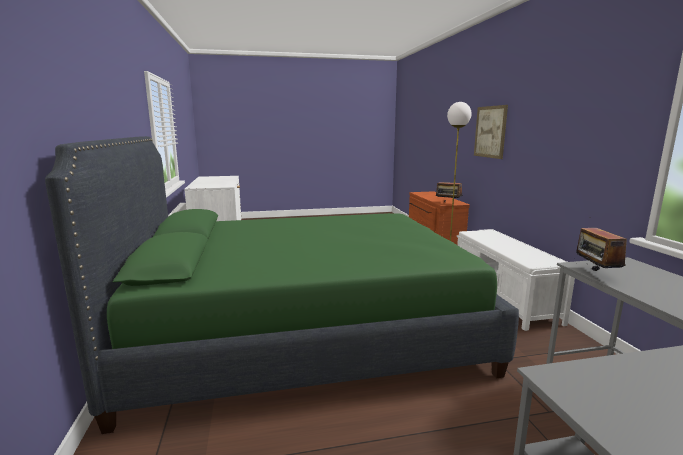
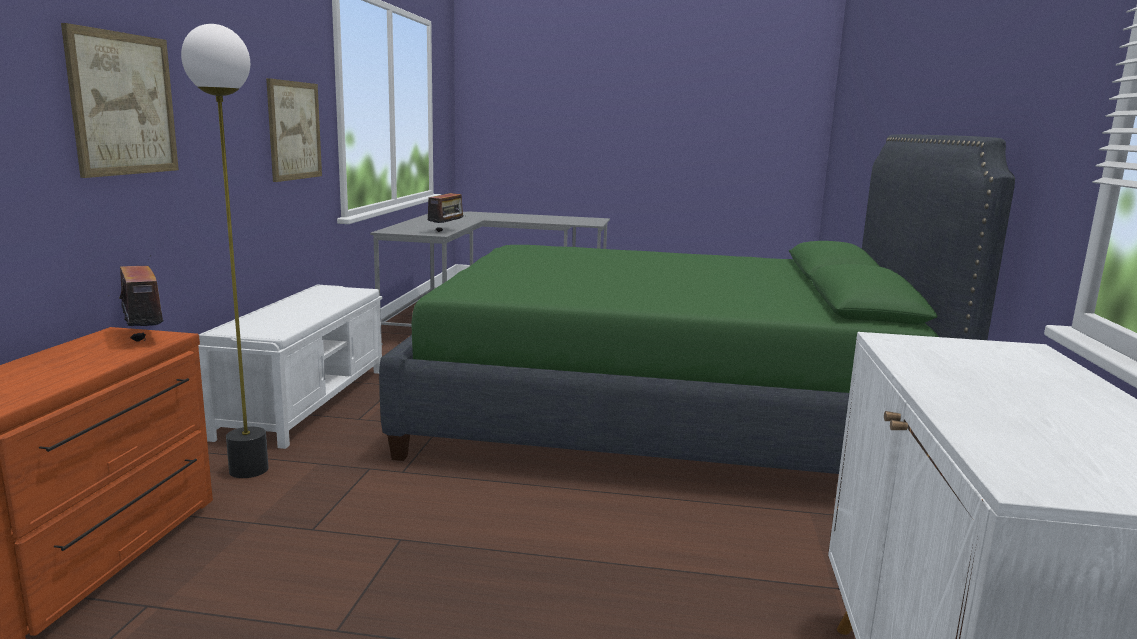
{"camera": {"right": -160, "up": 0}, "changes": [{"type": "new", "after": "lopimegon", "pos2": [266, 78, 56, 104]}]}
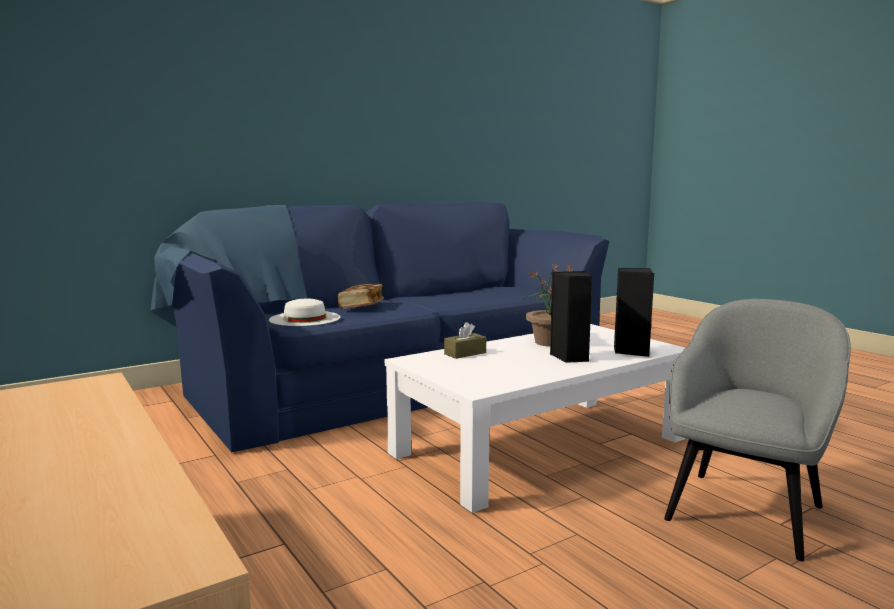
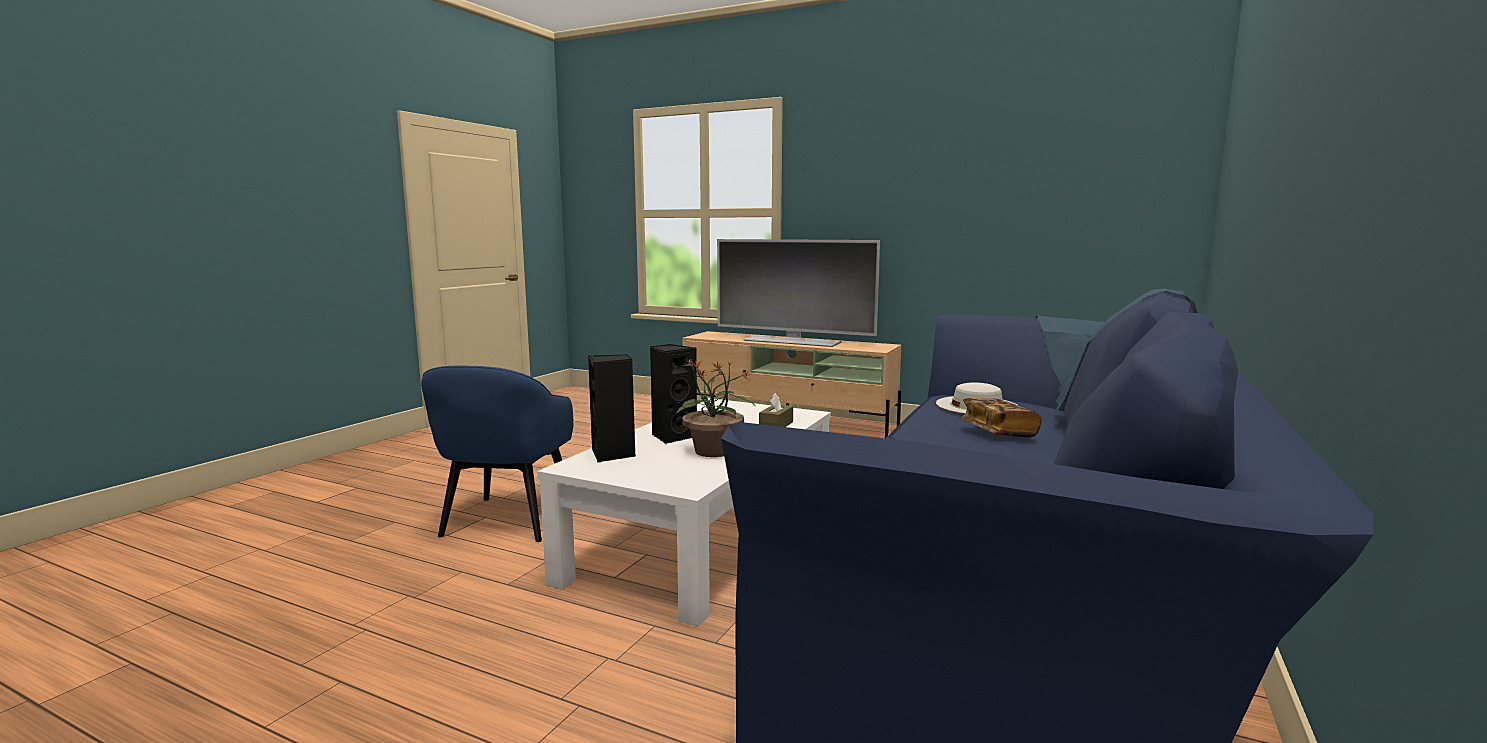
{"camera": {"right": 150, "up": 0}, "changes": [{"type": "repainted", "before": "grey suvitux", "after": "blue suvitux", "pos1": [664, 299, 187, 262], "pos2": [421, 366, 152, 176]}, {"type": "new", "after": "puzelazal", "pos2": [717, 239, 163, 108]}]}
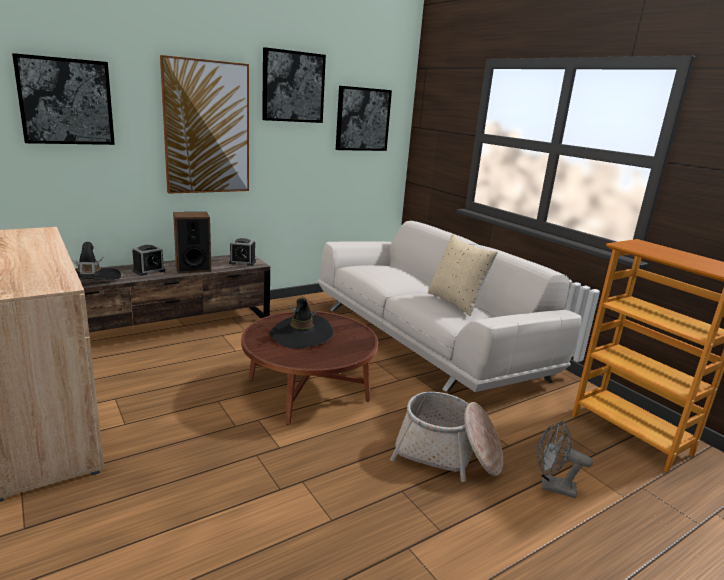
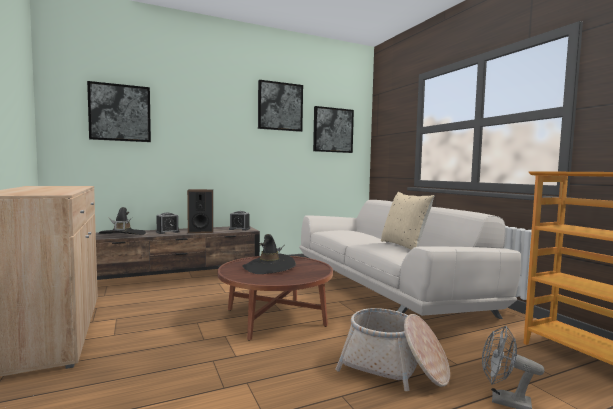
{"camera": {"right": 10, "up": -15}, "changes": [{"type": "gone", "before": "lopimegon", "pos1": [160, 55, 89, 139]}]}
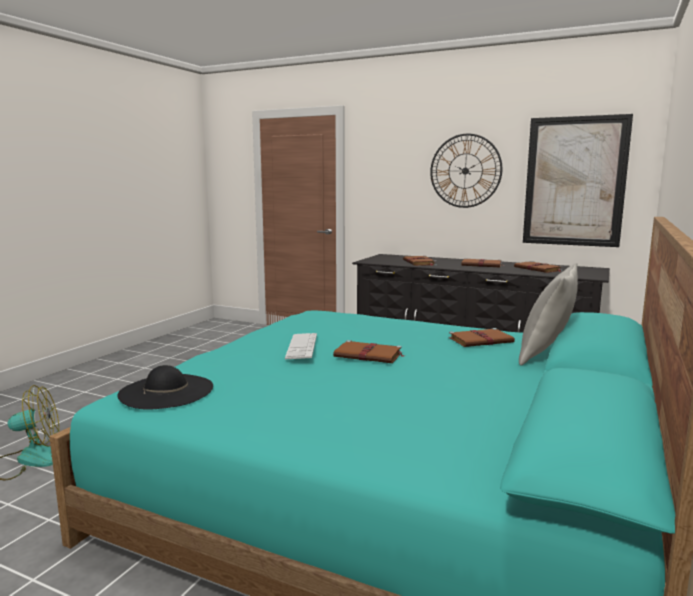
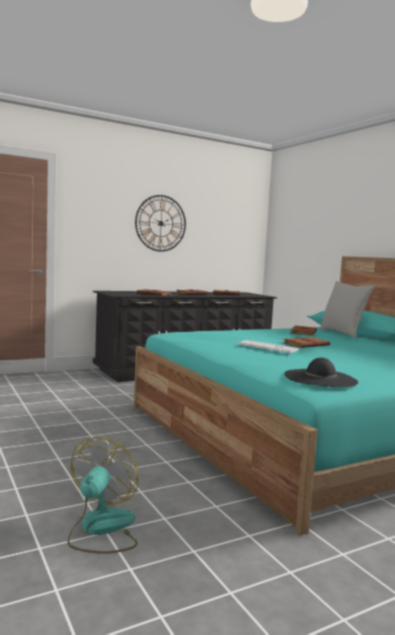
{"camera": {"right": -55, "up": -5}, "changes": [{"type": "gone", "before": "lopimegon", "pos1": [523, 114, 110, 133]}]}
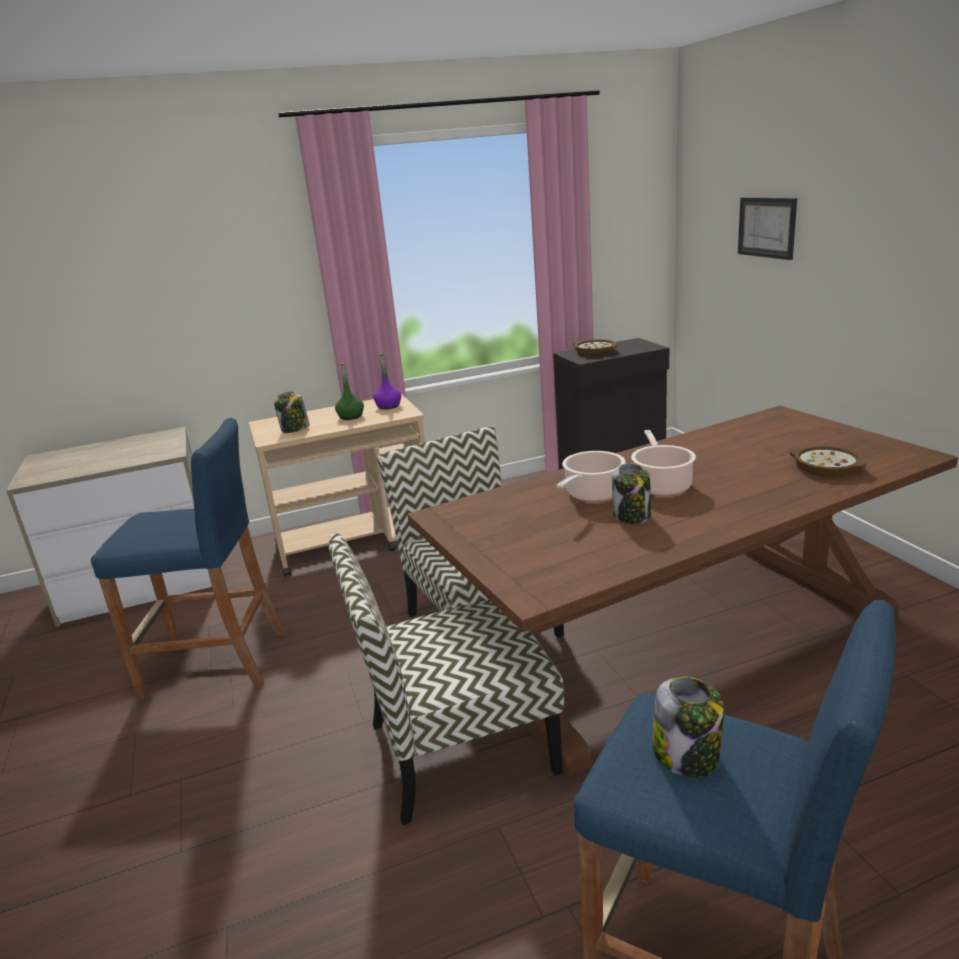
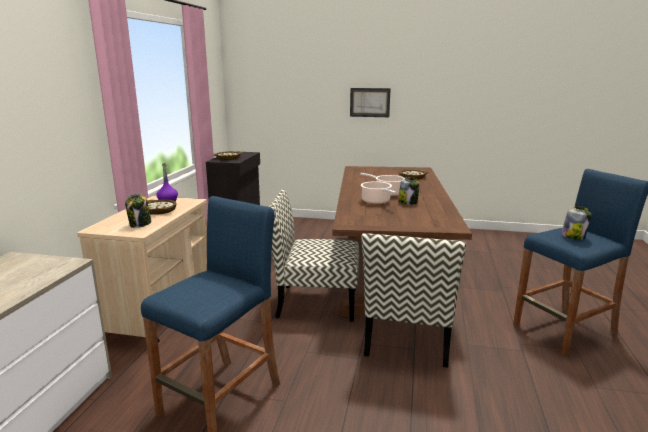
{"camera": {"right": -60, "up": -5}, "changes": [{"type": "swapped", "before": "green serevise", "after": "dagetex", "pos1": [335, 363, 29, 57], "pos2": [147, 200, 30, 15]}, {"type": "shifted", "before": "lopimegon", "pos1": [738, 197, 59, 63], "pos2": [350, 88, 41, 29]}]}
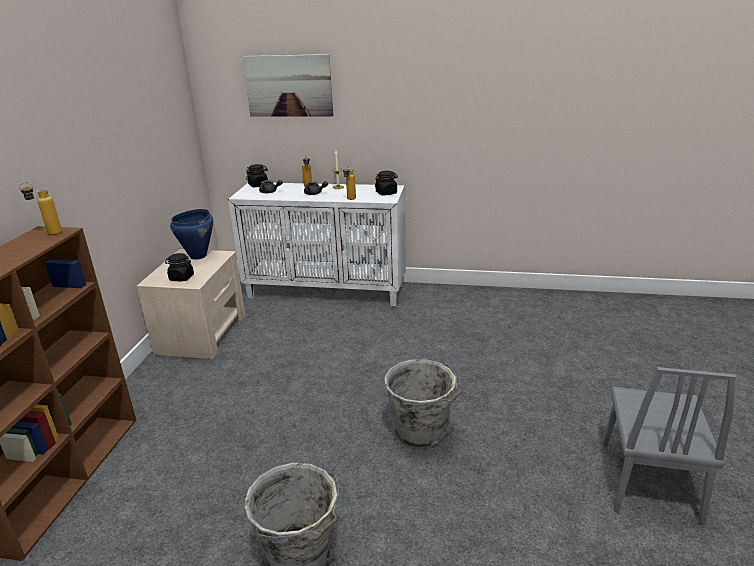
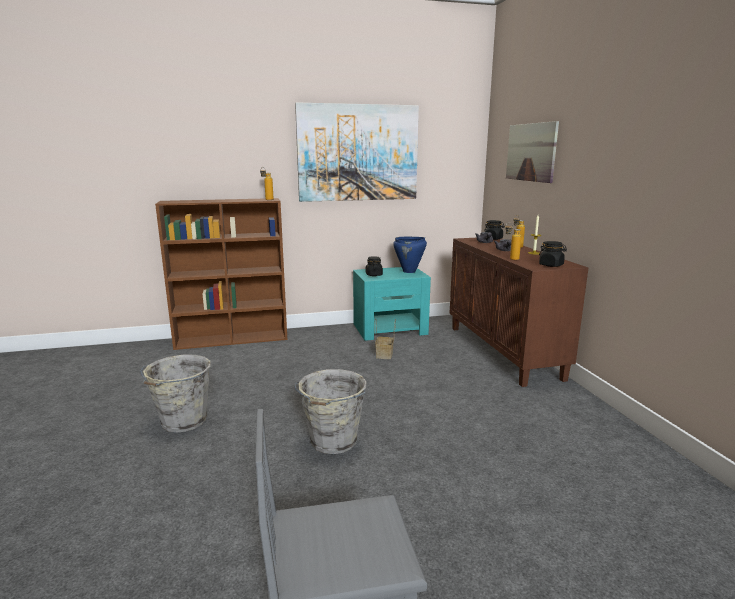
{"camera": {"right": 65, "up": -10}, "changes": [{"type": "repainted", "before": "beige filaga", "after": "turquoise filaga", "pos1": [137, 249, 108, 110], "pos2": [353, 267, 78, 74]}, {"type": "repainted", "before": "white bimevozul", "after": "brown bimevozul", "pos1": [228, 183, 178, 123], "pos2": [449, 238, 139, 149]}, {"type": "new", "after": "lopimegon", "pos2": [295, 102, 124, 100]}, {"type": "new", "after": "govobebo", "pos2": [375, 318, 21, 41]}]}
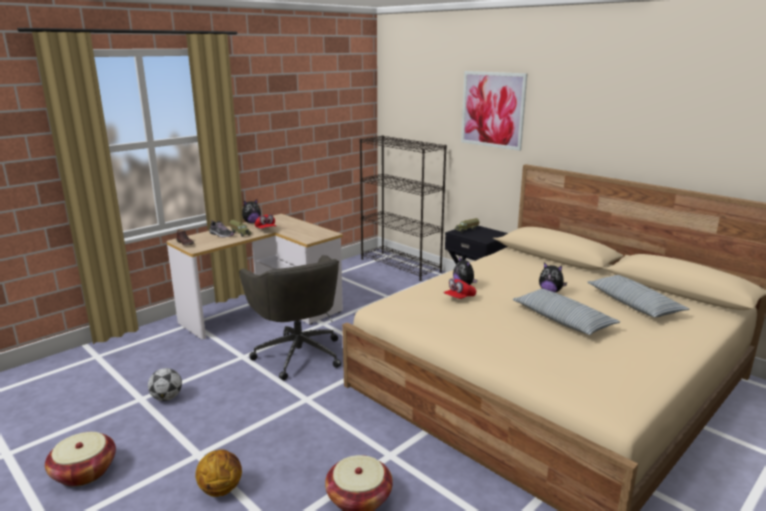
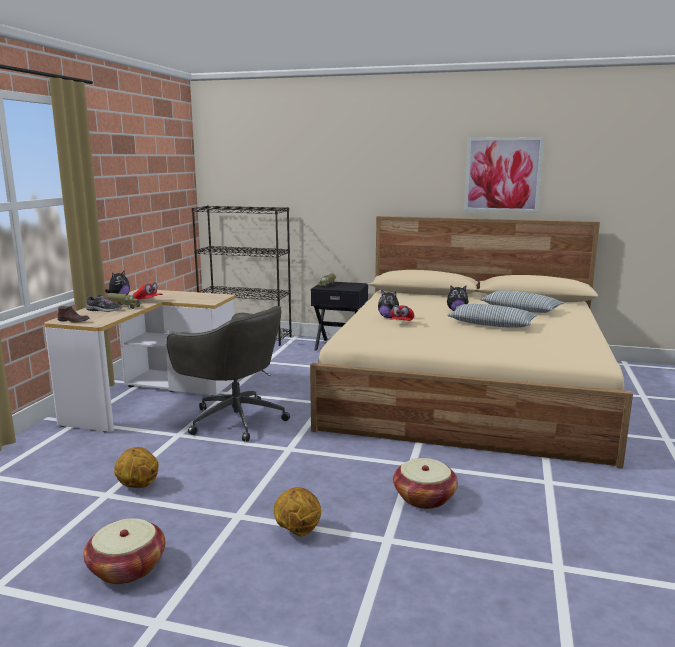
{"camera": {"right": -30, "up": -5}, "changes": [{"type": "swapped", "before": "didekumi", "after": "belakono", "pos1": [148, 368, 34, 33], "pos2": [114, 447, 45, 41]}, {"type": "shifted", "before": "lopimegon", "pos1": [461, 71, 66, 80], "pos2": [464, 137, 80, 75]}]}
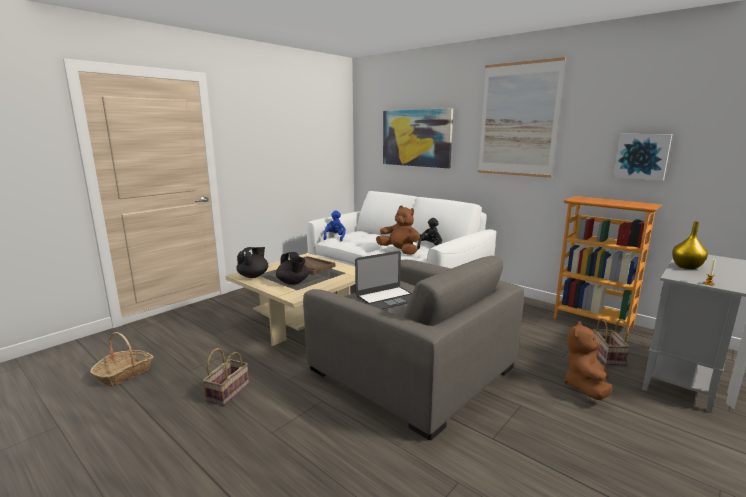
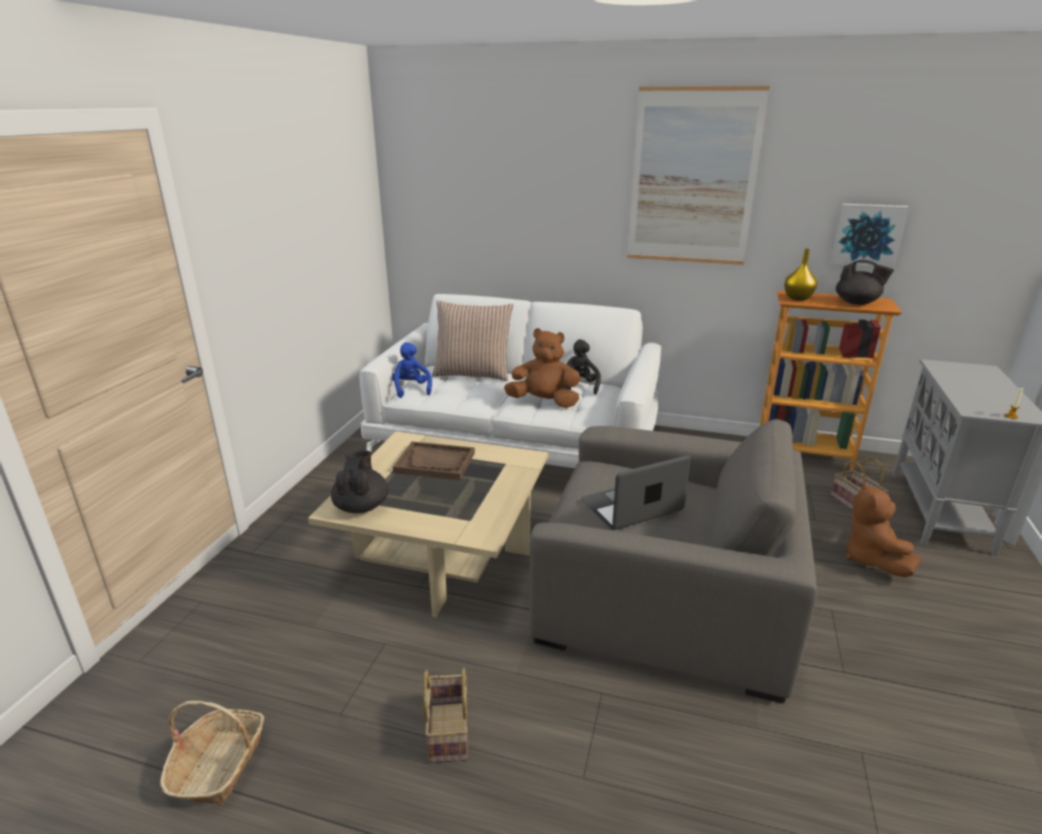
{"camera": {"right": -25, "up": 10}, "changes": [{"type": "shifted", "before": "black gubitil", "pos1": [276, 252, 33, 33], "pos2": [836, 260, 58, 45]}, {"type": "rotated", "before": "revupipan", "pos1": [355, 251, 57, 59], "pos2": [581, 455, 110, 75], "turn": -150}, {"type": "gone", "before": "lopimegon", "pos1": [383, 108, 70, 60]}, {"type": "shifted", "before": "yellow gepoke", "pos1": [672, 221, 36, 48], "pos2": [784, 249, 33, 52]}, {"type": "new", "after": "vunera", "pos2": [432, 301, 81, 80]}]}
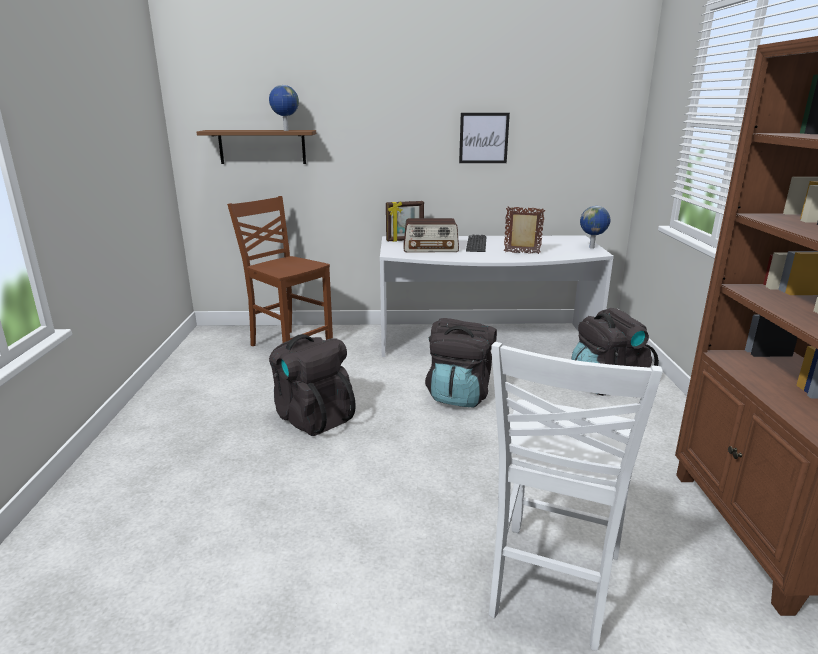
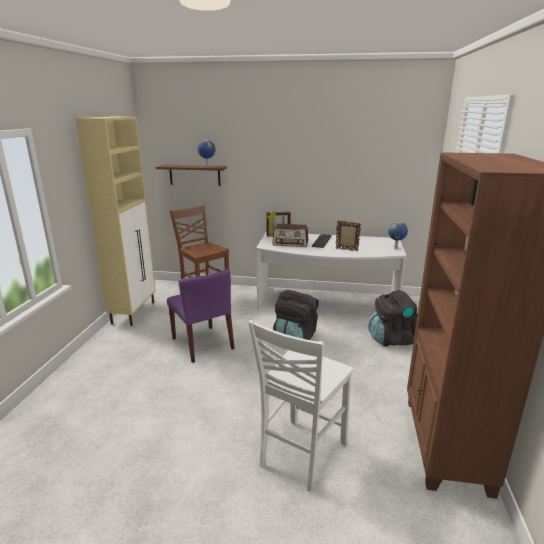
{"camera": {"right": 10, "up": 0}, "changes": [{"type": "swapped", "before": "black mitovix", "after": "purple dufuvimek", "pos1": [269, 334, 87, 102], "pos2": [167, 269, 68, 94]}, {"type": "gone", "before": "lopimegon", "pos1": [459, 113, 51, 50]}, {"type": "new", "after": "beige bimevozul", "pos2": [75, 117, 81, 209]}]}
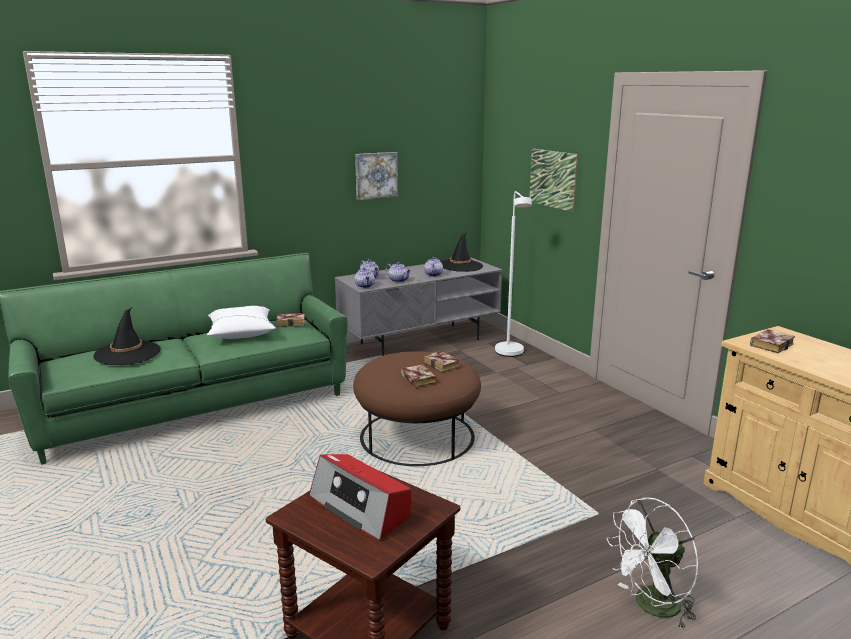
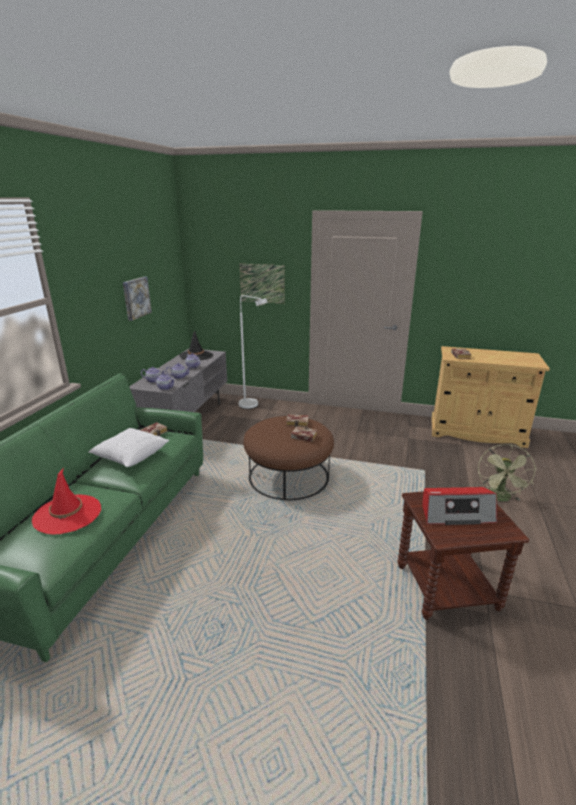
{"camera": {"right": -45, "up": 5}, "changes": [{"type": "repainted", "before": "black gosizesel", "after": "red gosizesel", "pos1": [94, 307, 67, 58], "pos2": [32, 468, 69, 67]}, {"type": "repainted", "before": "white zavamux", "after": "green zavamux", "pos1": [607, 497, 91, 132], "pos2": [478, 444, 59, 57]}]}
